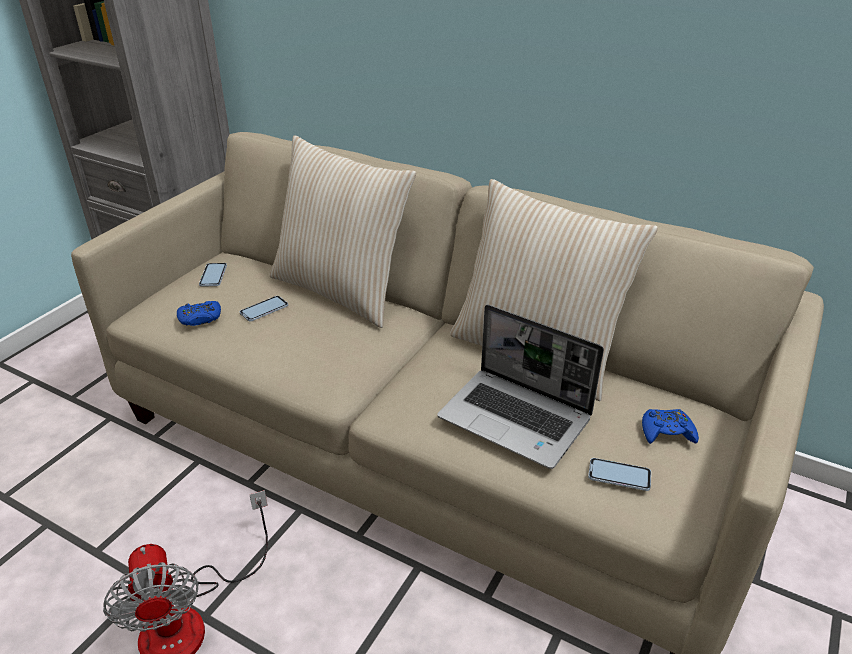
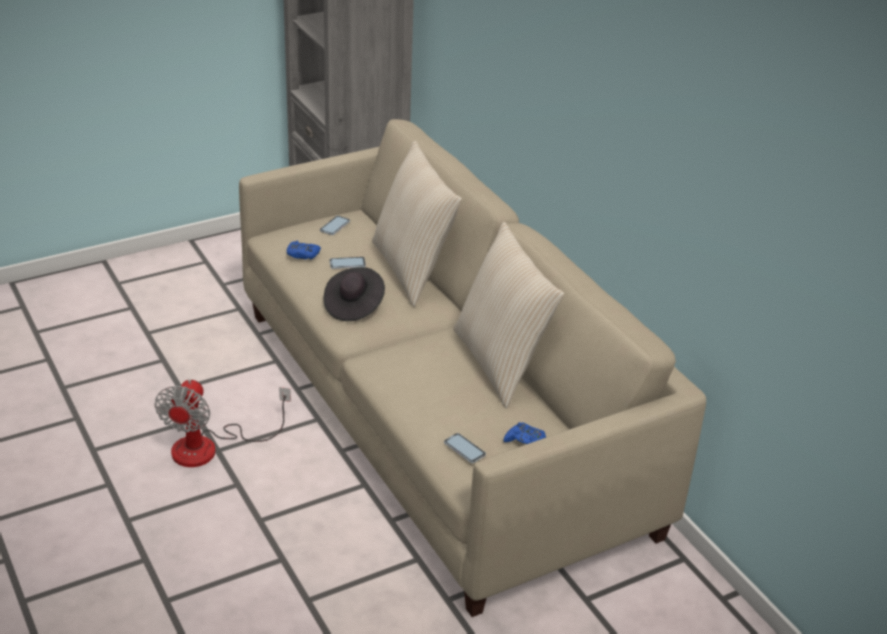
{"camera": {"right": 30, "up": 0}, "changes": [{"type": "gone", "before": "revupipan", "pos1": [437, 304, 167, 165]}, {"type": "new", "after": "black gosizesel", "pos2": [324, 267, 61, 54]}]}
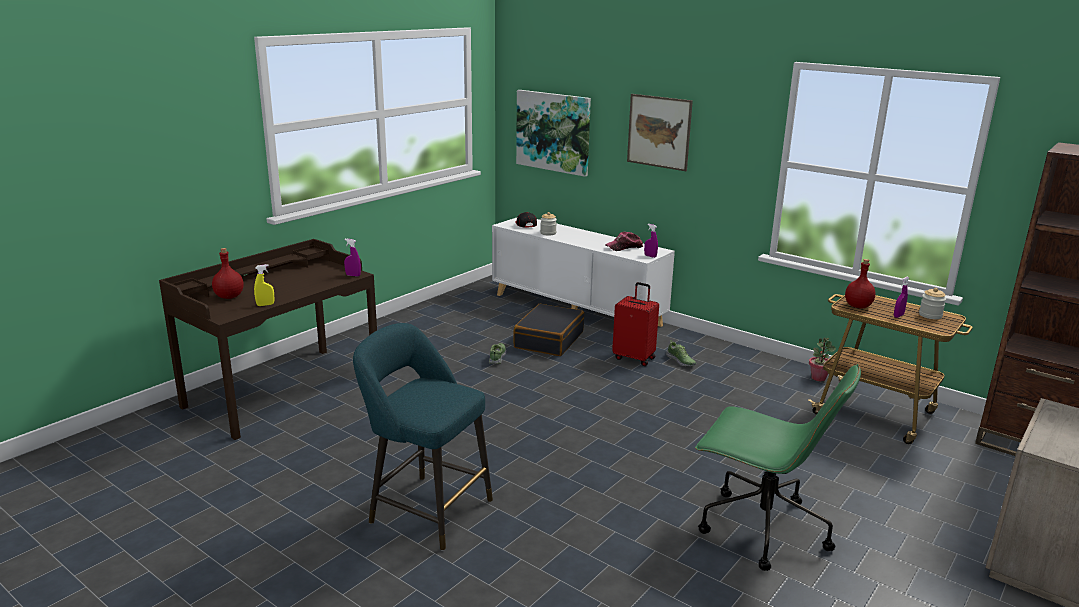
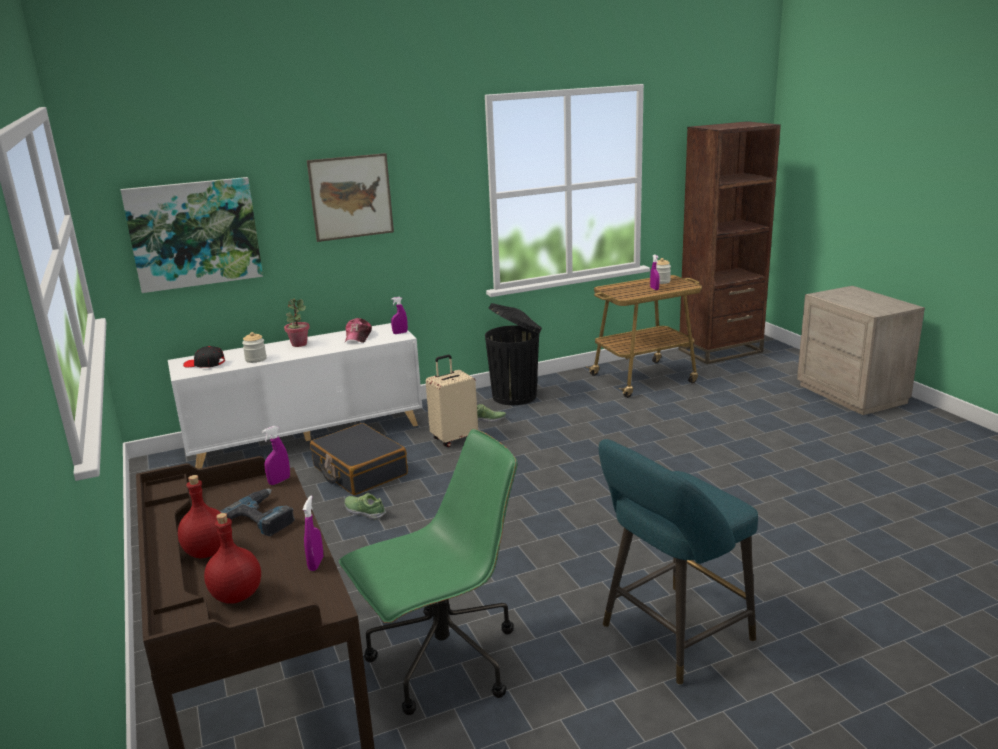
{"camera": {"right": -60, "up": 0}, "changes": [{"type": "repainted", "before": "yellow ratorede", "after": "purple ratorede", "pos1": [254, 264, 20, 42], "pos2": [303, 496, 20, 75]}, {"type": "repainted", "before": "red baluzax", "after": "beige baluzax", "pos1": [612, 282, 47, 84], "pos2": [426, 355, 52, 92]}, {"type": "shifted", "before": "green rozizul", "pos1": [695, 364, 166, 207], "pos2": [339, 429, 178, 286]}, {"type": "shifted", "before": "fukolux", "pos1": [809, 338, 27, 43], "pos2": [284, 298, 26, 49]}, {"type": "shifted", "before": "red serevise", "pos1": [845, 259, 31, 49], "pos2": [178, 475, 43, 83]}, {"type": "new", "after": "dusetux", "pos2": [220, 488, 75, 48]}, {"type": "new", "after": "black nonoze", "pos2": [485, 303, 57, 102]}]}
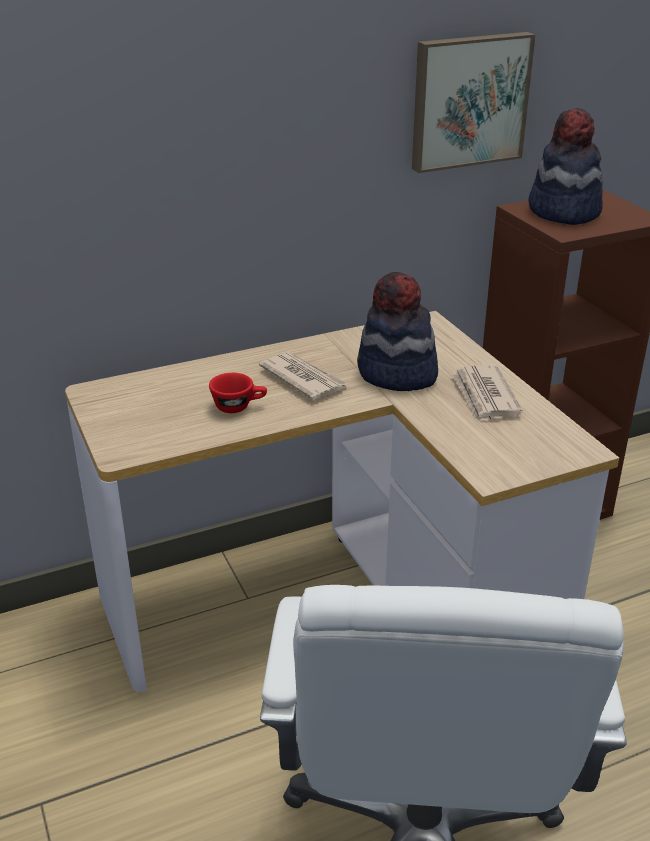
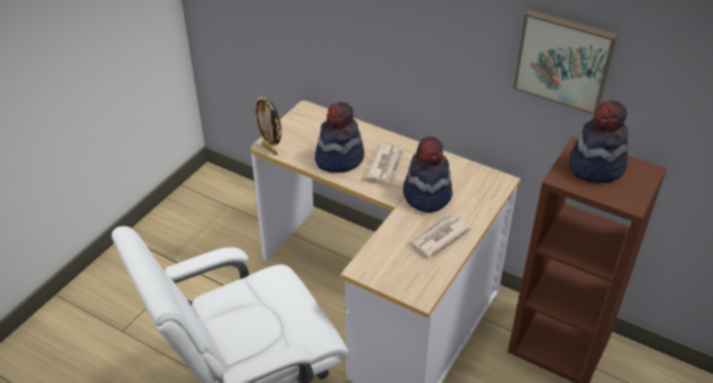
{"camera": {"right": 55, "up": 10}, "changes": [{"type": "swapped", "before": "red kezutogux", "after": "gosizesel", "pos1": [209, 373, 58, 40], "pos2": [315, 102, 49, 71]}, {"type": "new", "after": "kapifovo", "pos2": [253, 97, 28, 58]}]}
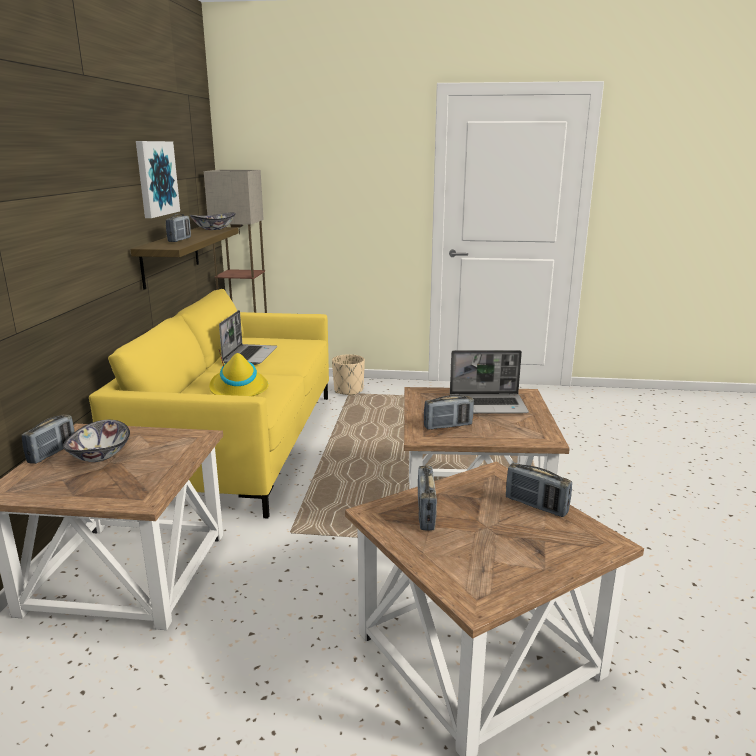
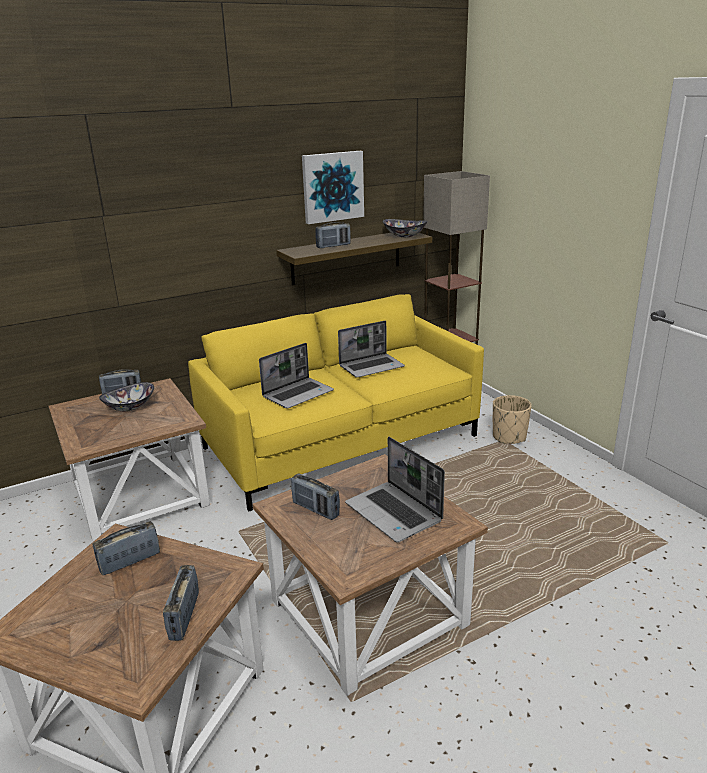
{"camera": {"right": 55, "up": 5}, "changes": [{"type": "swapped", "before": "yellow gosizesel", "after": "revupipan", "pos1": [209, 350, 59, 46], "pos2": [259, 343, 75, 65]}]}
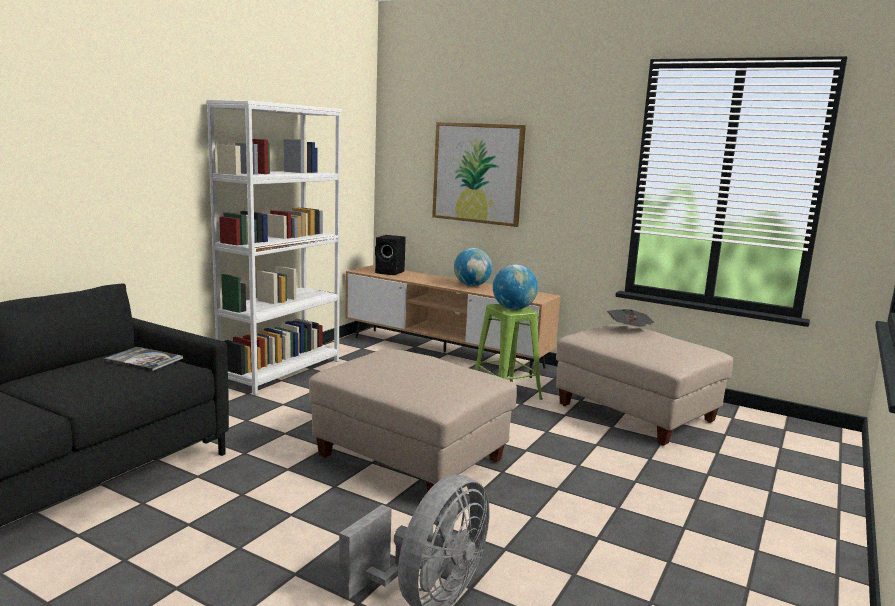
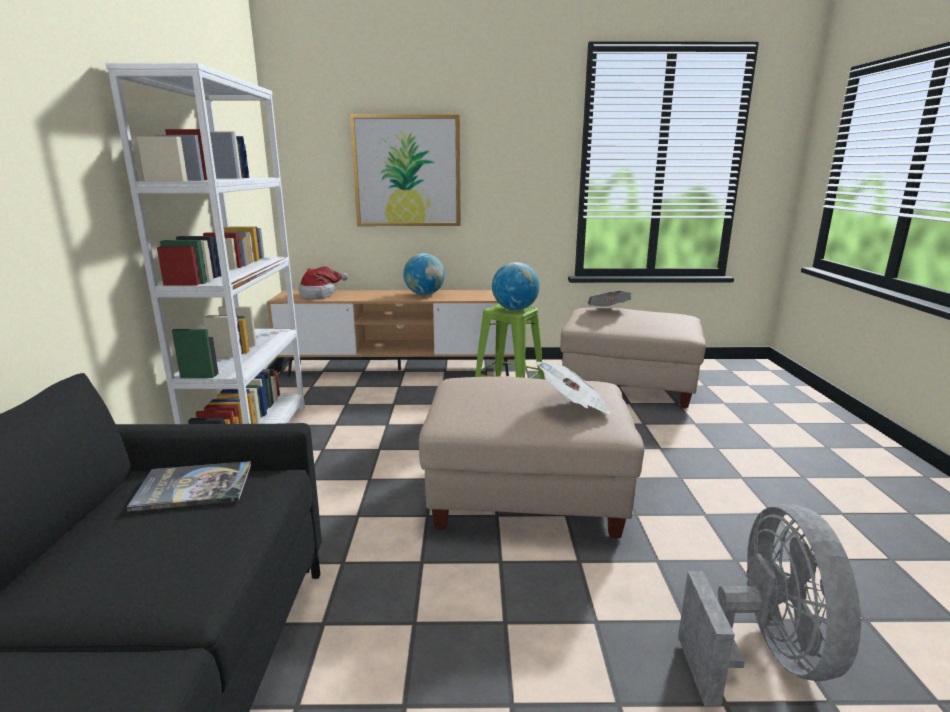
{"camera": {"right": -30, "up": 5}, "changes": [{"type": "swapped", "before": "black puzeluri", "after": "gosizesel", "pos1": [375, 235, 31, 40], "pos2": [299, 267, 49, 32]}, {"type": "new", "after": "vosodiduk", "pos2": [537, 362, 75, 52]}]}
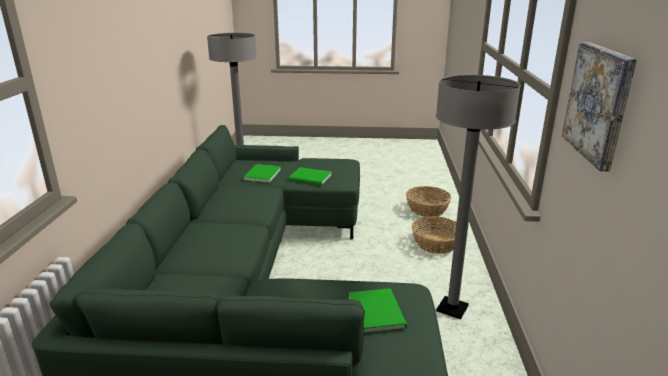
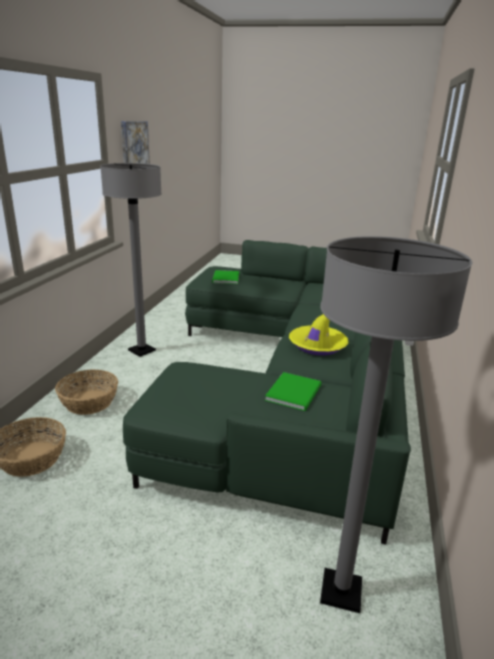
{"camera": {"right": -170, "up": 0}, "changes": [{"type": "gone", "before": "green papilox", "pos1": [289, 167, 42, 18]}, {"type": "new", "after": "yellow gosizesel", "pos2": [289, 314, 60, 41]}]}
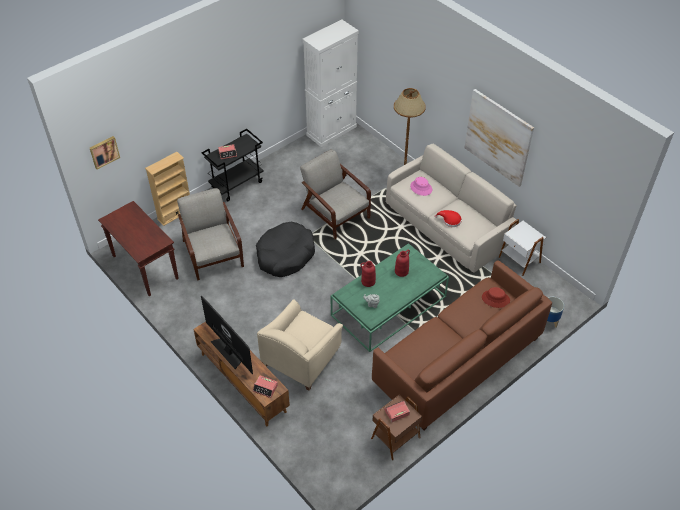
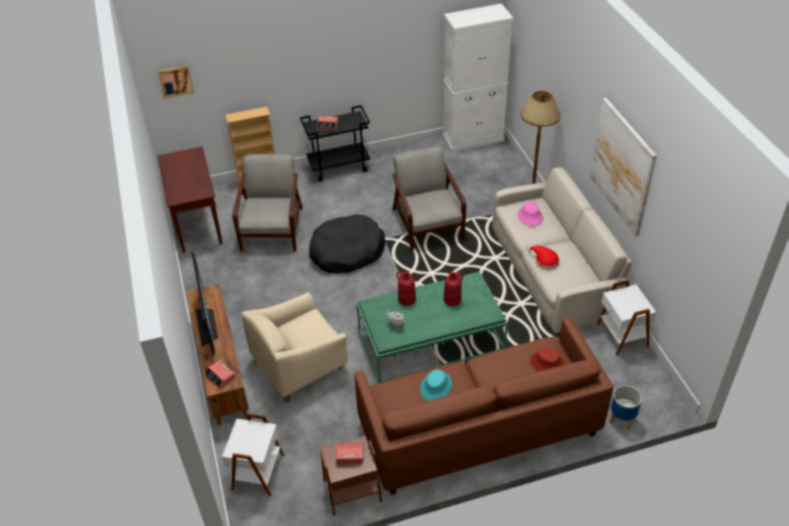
{"camera": {"right": 25, "up": -5}, "changes": [{"type": "new", "after": "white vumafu", "pos2": [222, 413, 62, 83]}, {"type": "new", "after": "turquoise gosizesel", "pos2": [420, 370, 32, 31]}]}
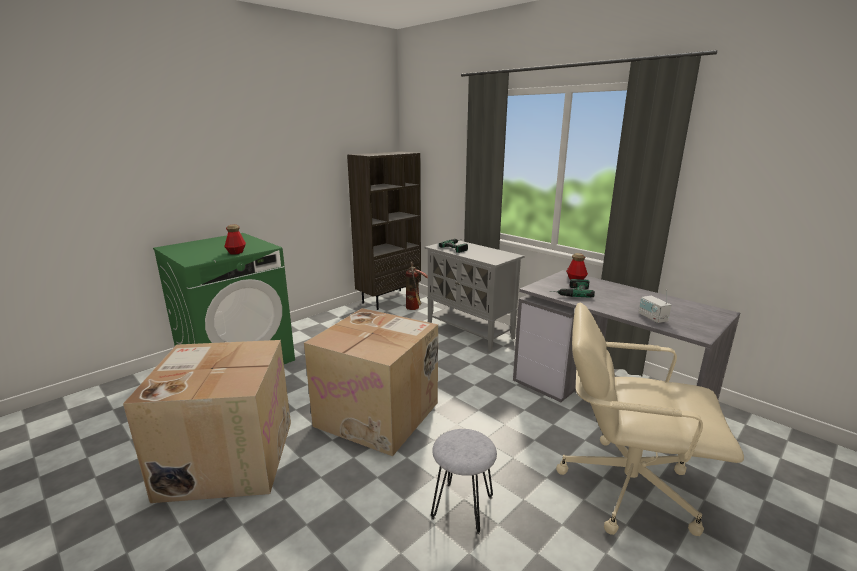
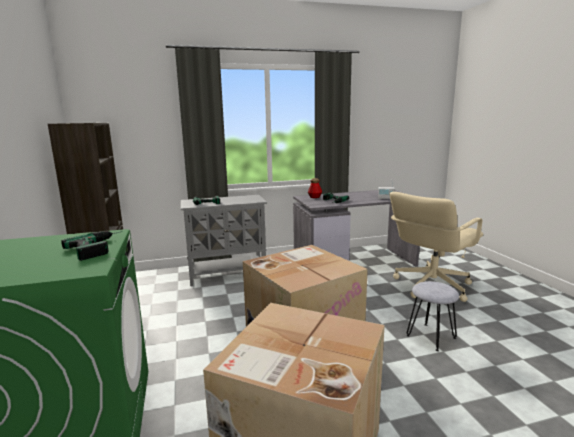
{"camera": {"right": -60, "up": -5}, "changes": [{"type": "swapped", "before": "serevise", "after": "dusetux", "pos1": [224, 224, 22, 31], "pos2": [61, 231, 62, 30]}, {"type": "gone", "before": "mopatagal", "pos1": [406, 261, 22, 49]}]}
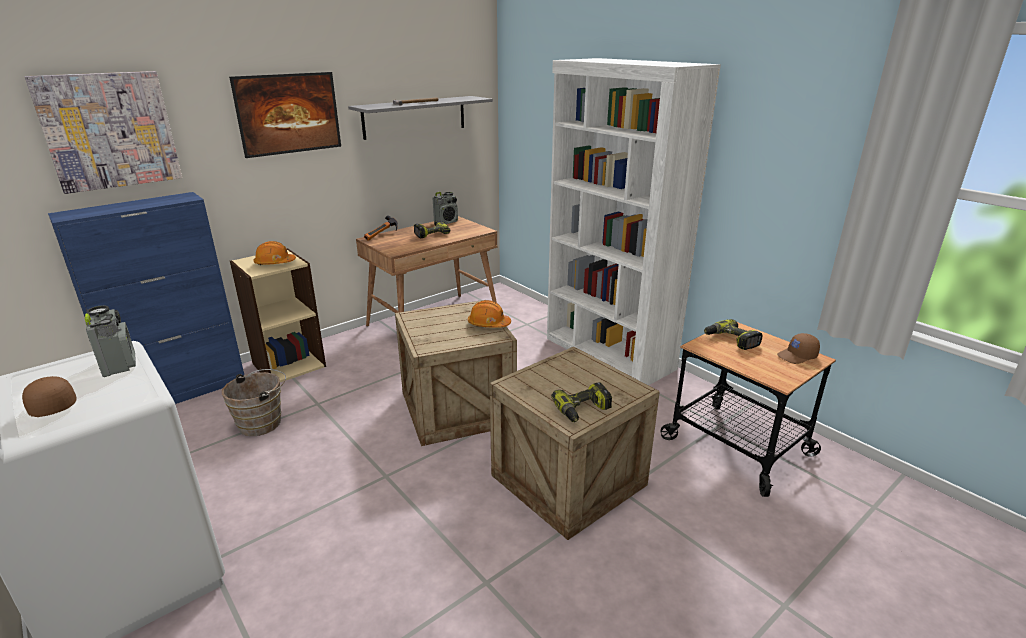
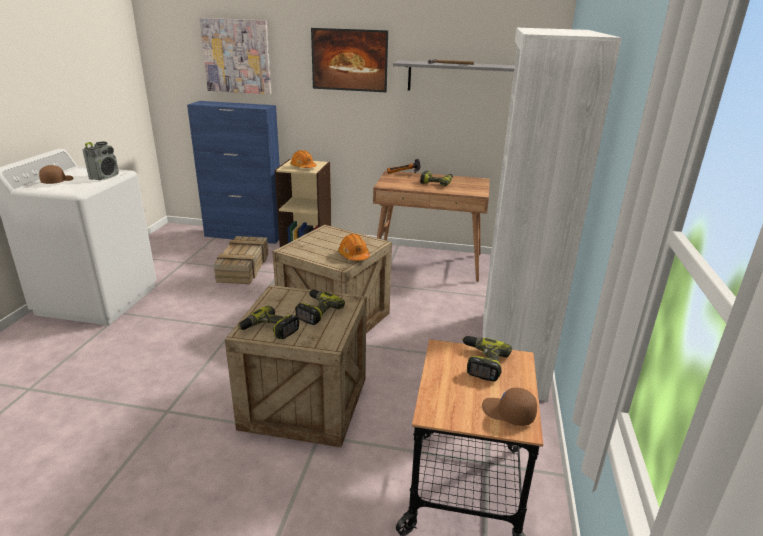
{"camera": {"right": 50, "up": 0}, "changes": [{"type": "swapped", "before": "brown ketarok", "after": "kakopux", "pos1": [222, 369, 64, 67], "pos2": [214, 236, 55, 48]}, {"type": "gone", "before": "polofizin", "pos1": [433, 192, 25, 32]}, {"type": "new", "after": "dusetux", "pos2": [295, 290, 50, 35]}]}
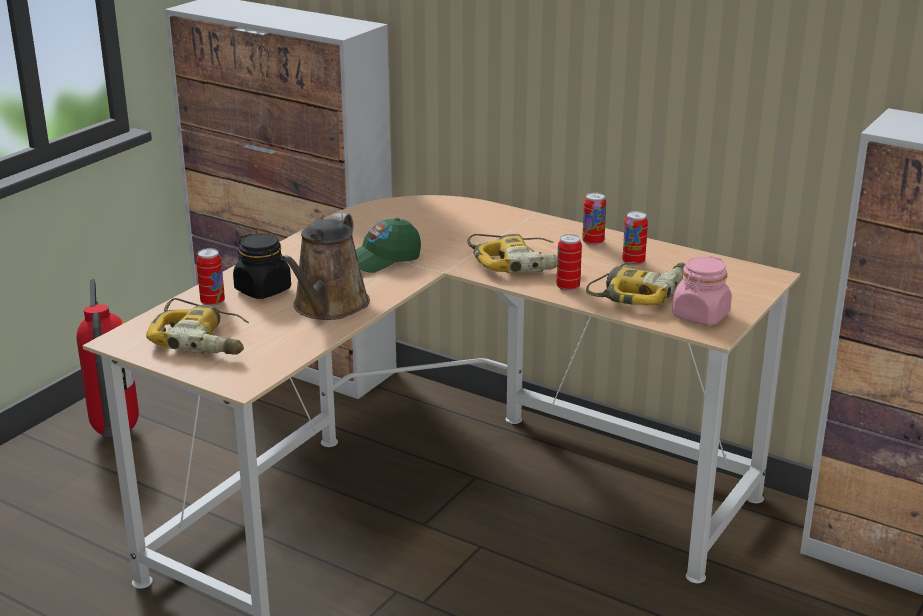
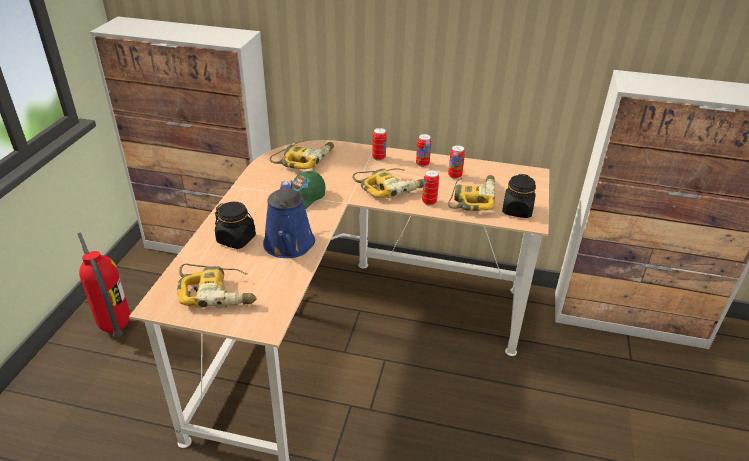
{"camera": {"right": -20, "up": 10}, "changes": [{"type": "shifted", "before": "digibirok", "pos1": [196, 248, 29, 59], "pos2": [372, 128, 15, 33]}, {"type": "repainted", "before": "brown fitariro", "after": "blue fitariro", "pos1": [281, 213, 89, 107], "pos2": [263, 180, 52, 78]}, {"type": "repainted", "before": "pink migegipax", "after": "black migegipax", "pos1": [672, 256, 60, 69], "pos2": [502, 174, 34, 44]}, {"type": "new", "after": "dusetux", "pos2": [270, 141, 64, 28]}]}
